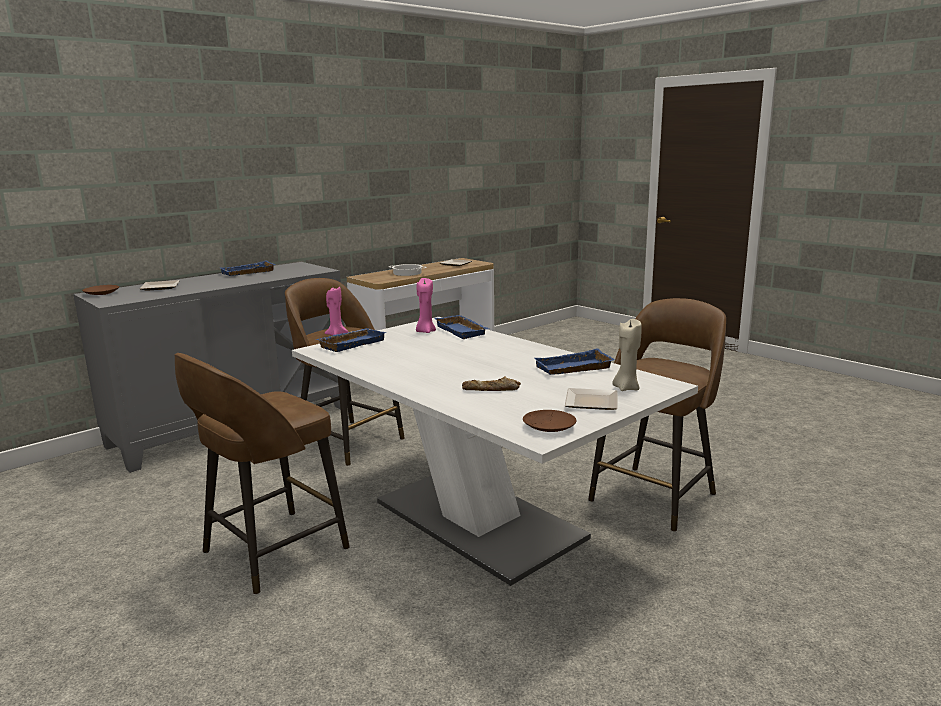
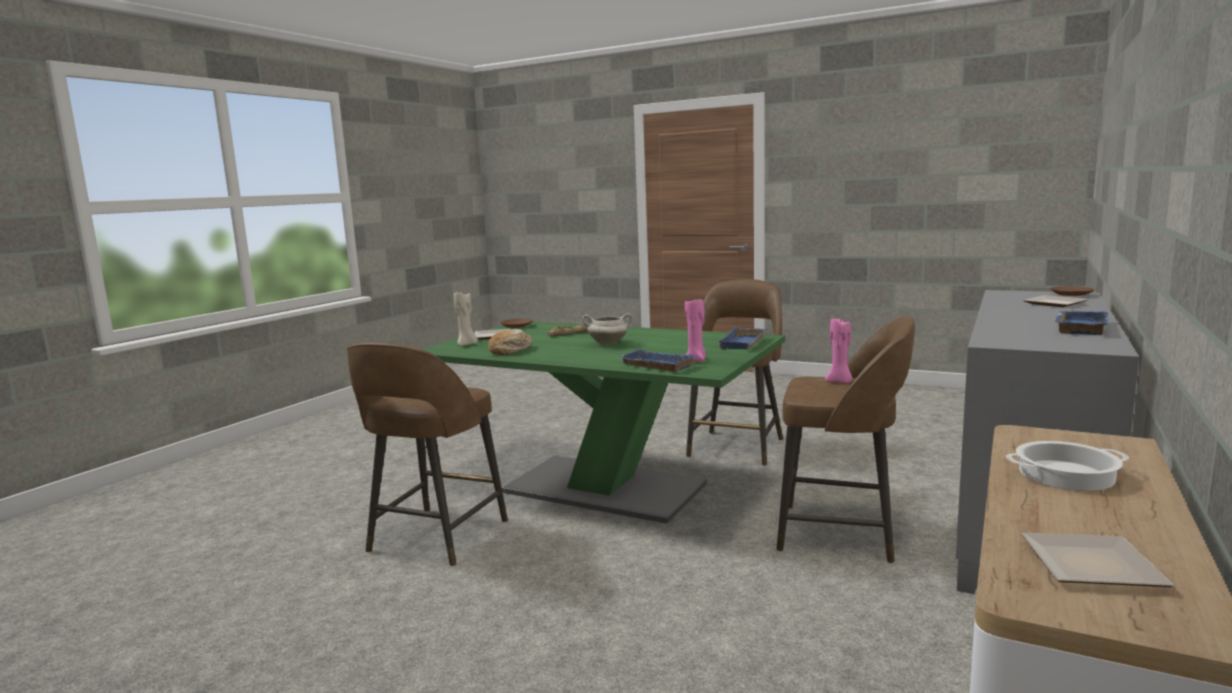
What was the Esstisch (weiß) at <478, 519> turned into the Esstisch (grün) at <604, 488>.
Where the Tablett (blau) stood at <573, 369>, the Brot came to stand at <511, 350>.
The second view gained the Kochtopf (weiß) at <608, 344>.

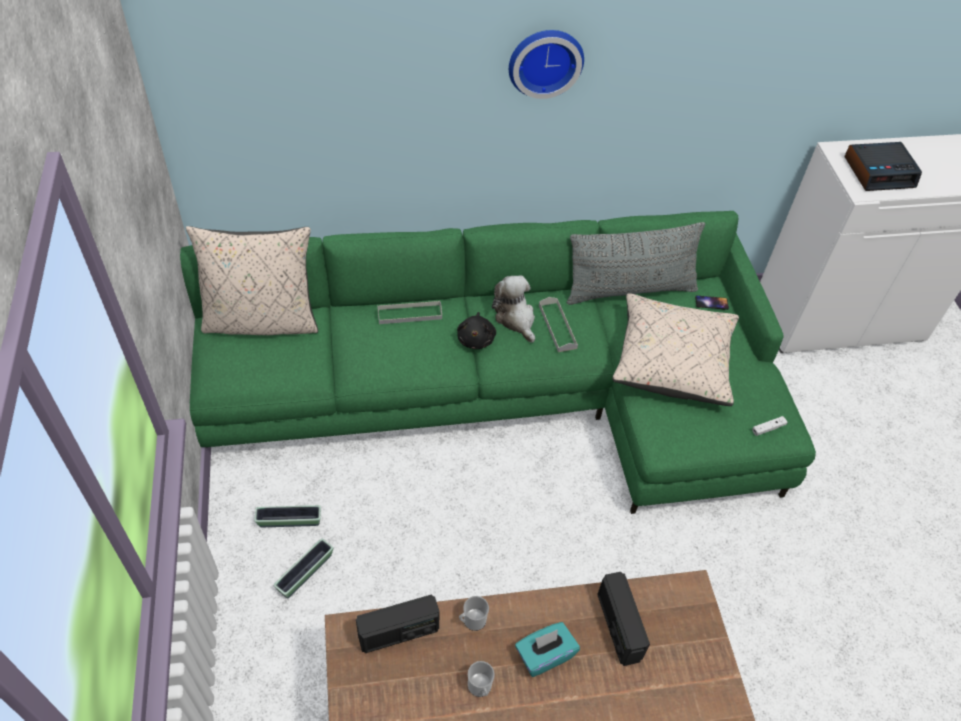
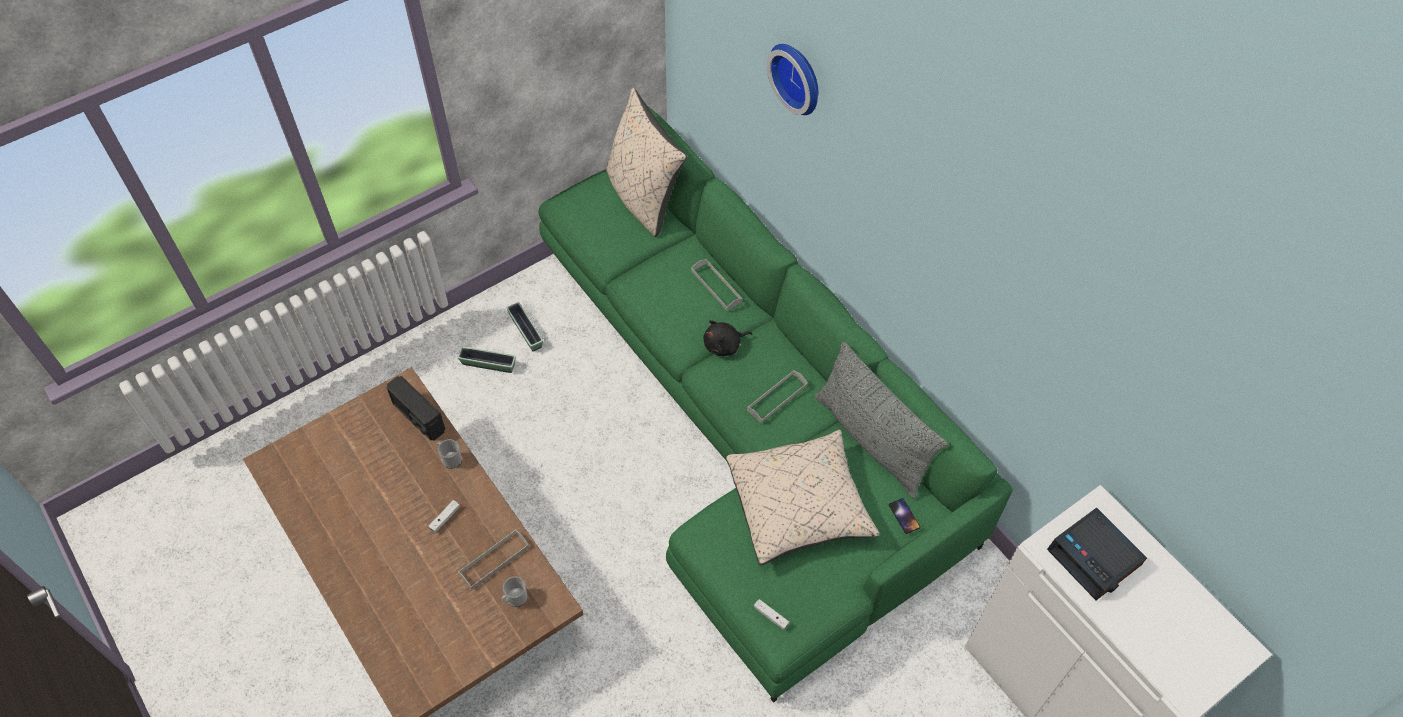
The Henkelbecher ended up elsewhere, having gone from <480, 688> to <515, 599>.
The second view lost the Plüschtier at <515, 318>.
The Wanduhr ended up elsewhere, having gone from <545, 60> to <798, 76>.
Where the Taschentuchbox (türkis) stood at <544, 655>, the Gamepad (weiß) came to stand at <445, 518>.
Where the Radio stood at <618, 627>, the Tablett (grau) came to stand at <494, 560>.

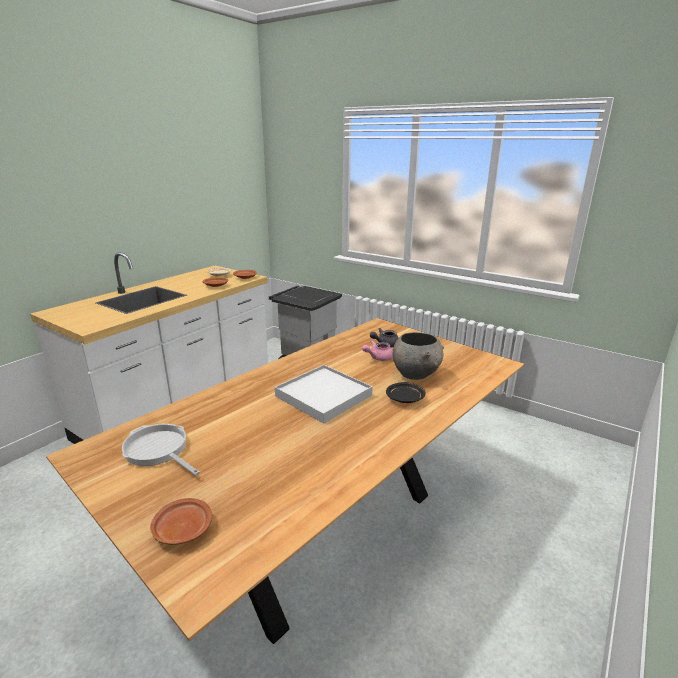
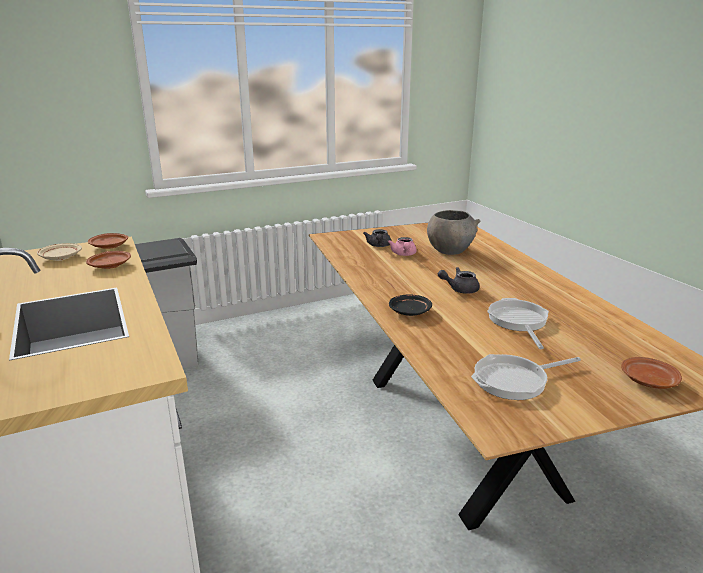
Where the Tablett (weiß) stood at <323, 396>, the Teekanne (grau) came to stand at <459, 289>.
The Teller (schwarz) ended up elsewhere, having gone from <405, 398> to <410, 311>.
The second view gained the Pfanne at <518, 321>.

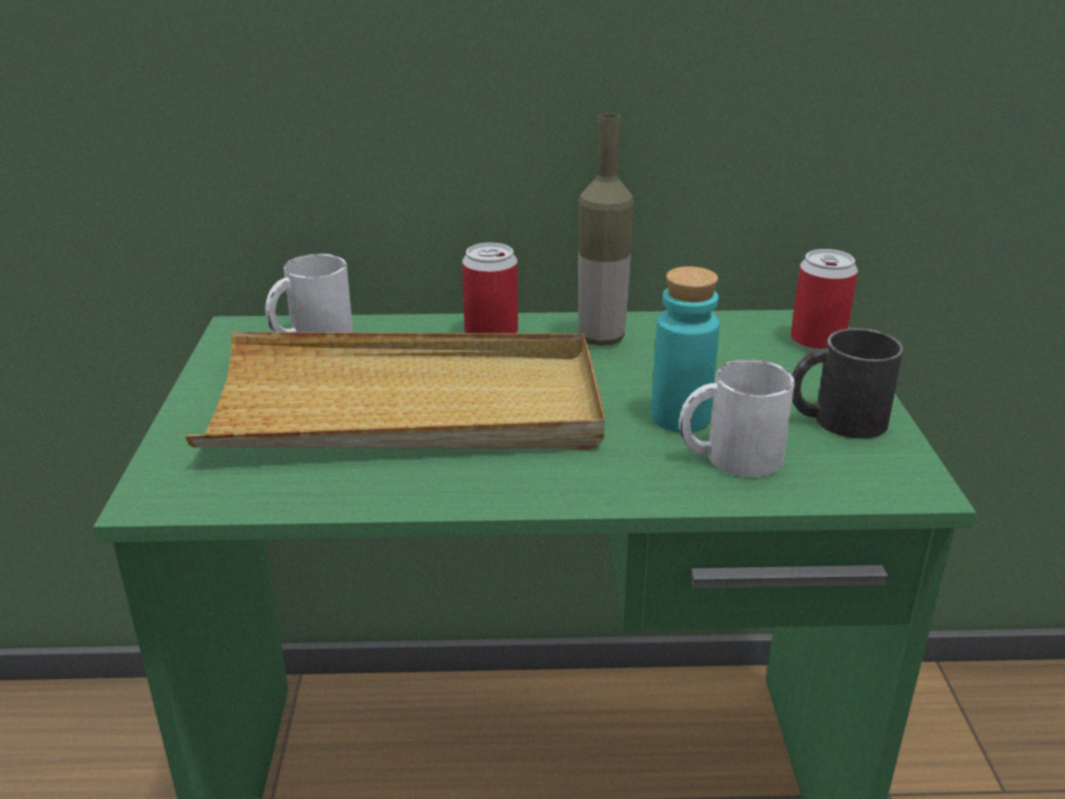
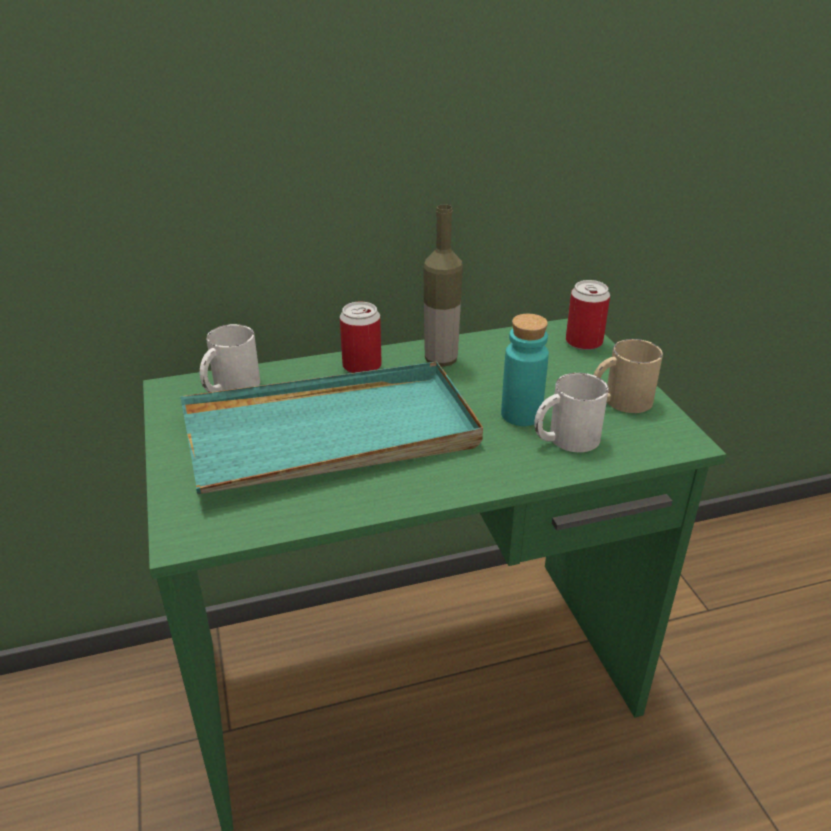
What was the Tablett (beige) at <407, 407> turned into the Tablett (türkis) at <332, 435>.
What was the Henkelbecher (schwarz) at <835, 420> turned into the Henkelbecher (beige) at <619, 401>.

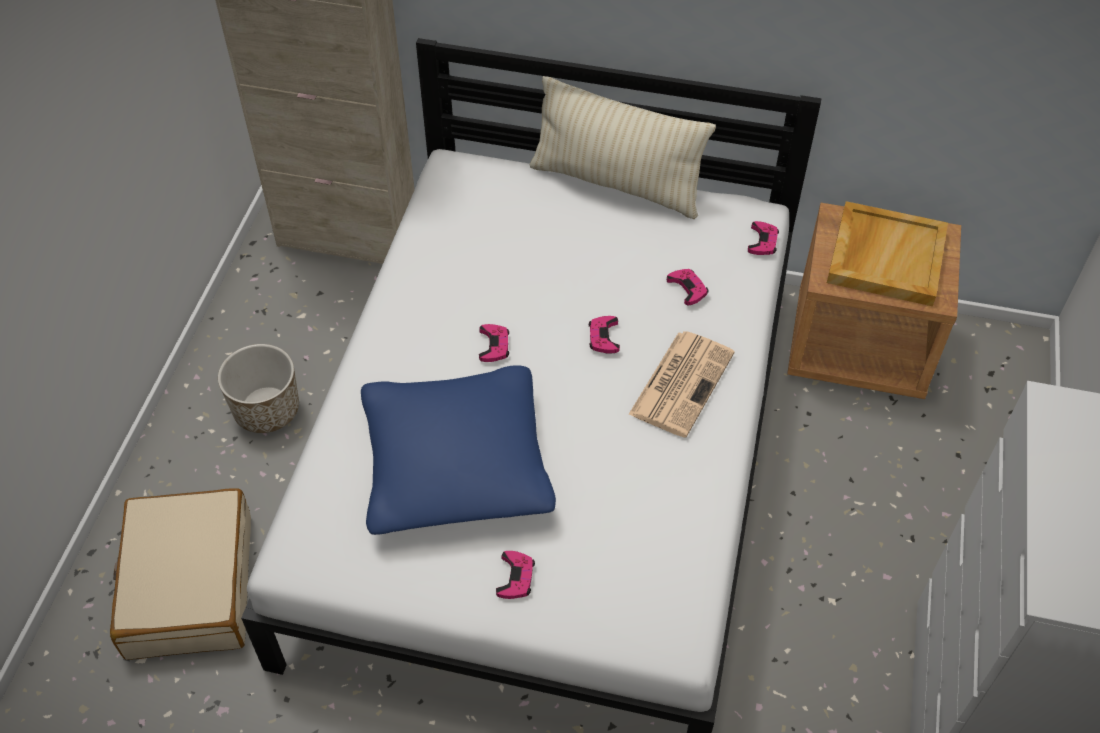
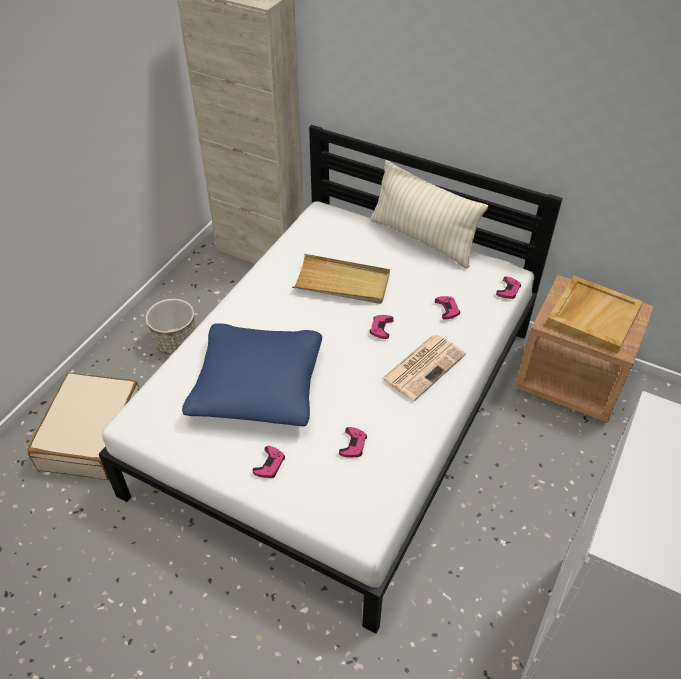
The Gamepad (rosa) ended up elsewhere, having gone from <494, 345> to <353, 445>.
The second view gained the Tablett (beige) at <342, 282>.

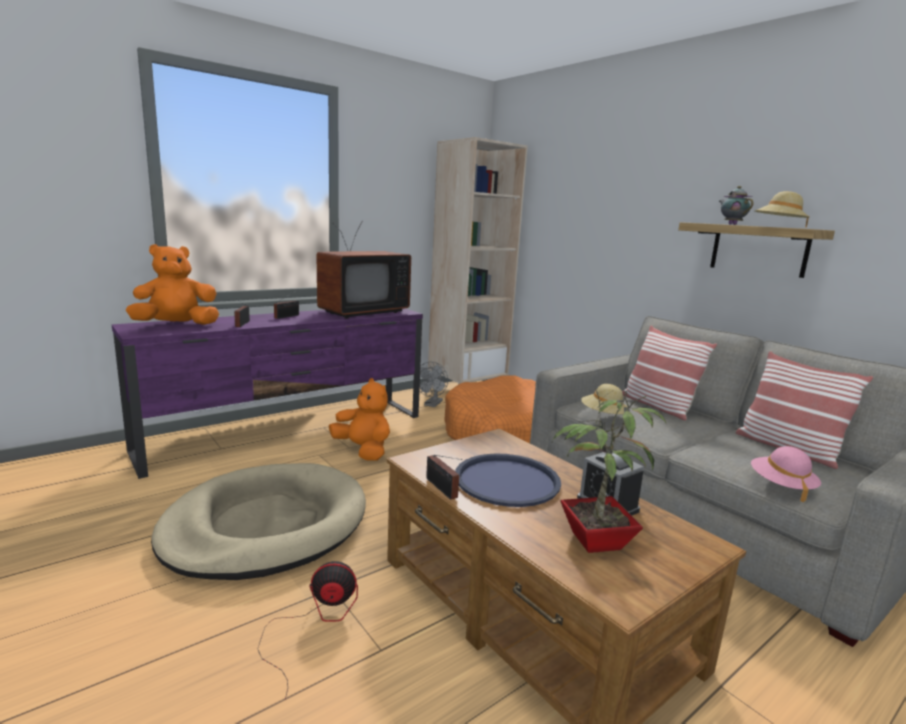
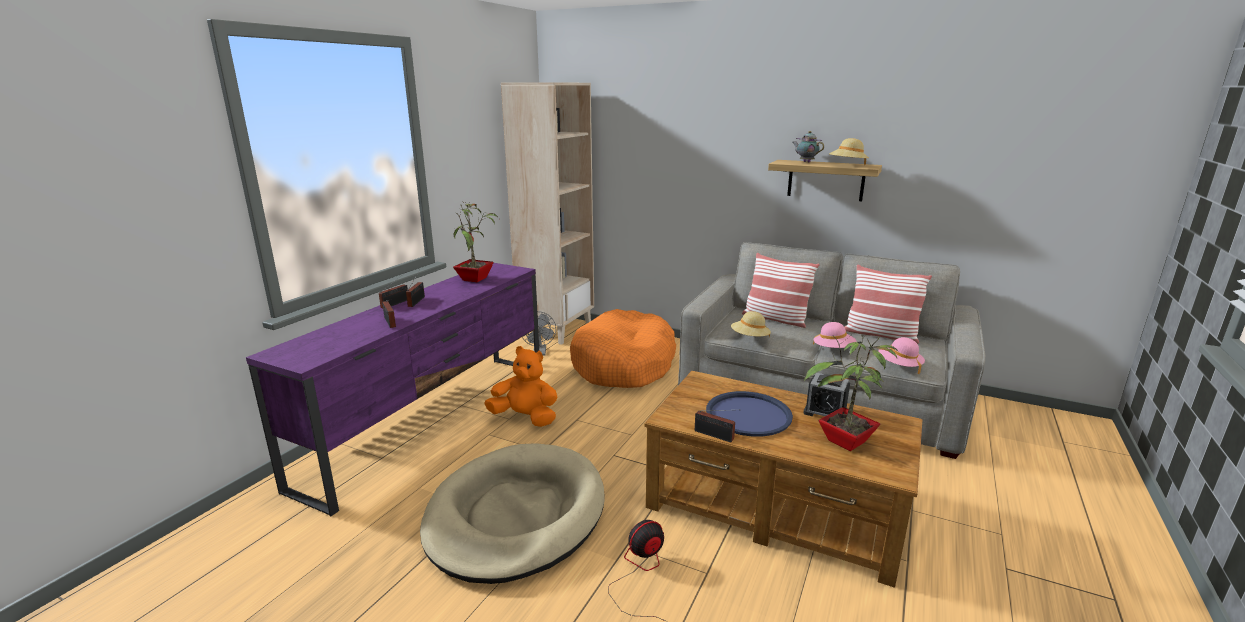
The second view lost the Plüschtier (orange) at <176, 325>.
Where the Fernseher stood at <359, 312>, the Topfpflanze came to stand at <476, 279>.
The second view gained the Radio at <396, 303>.
The second view gained the Hut (rosa) at <833, 349>.

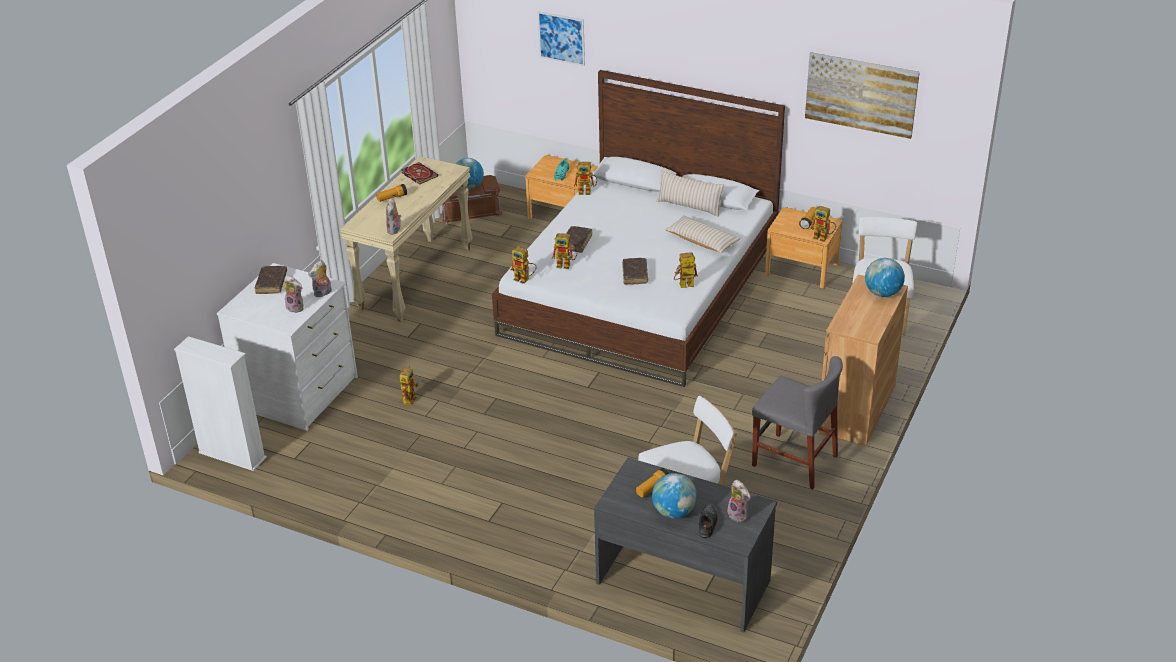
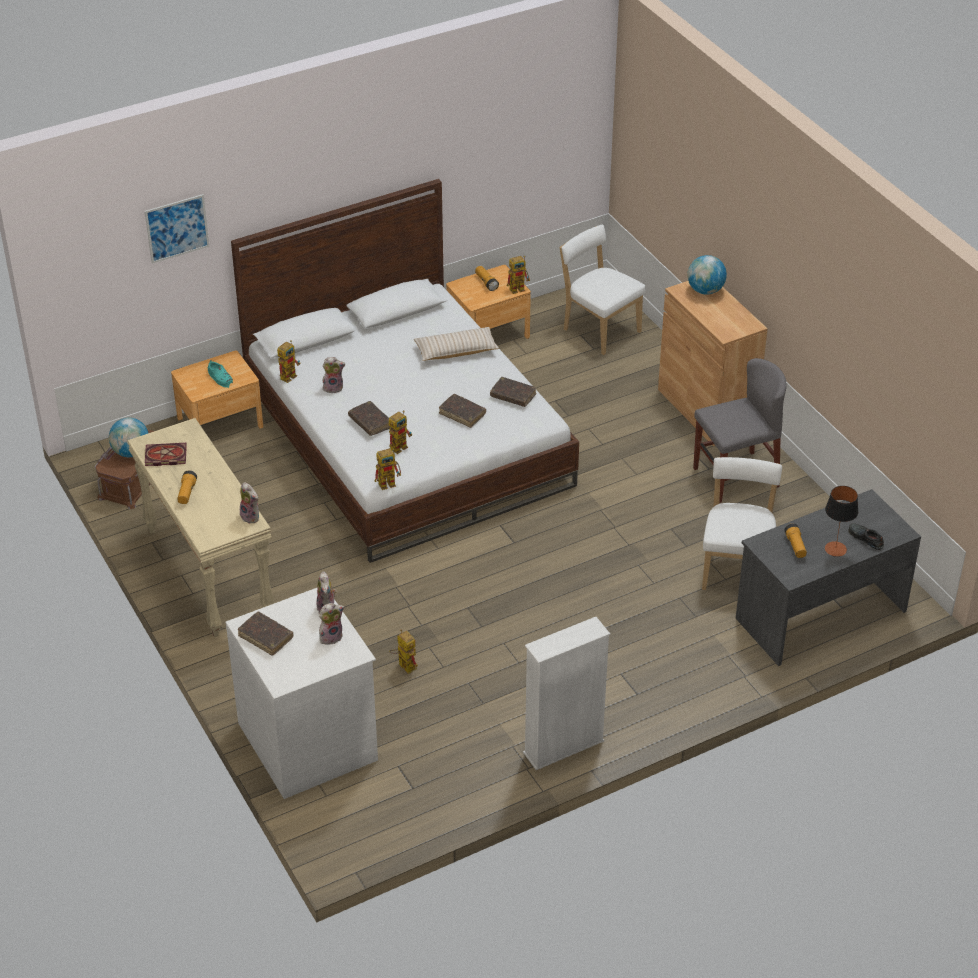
The Bücherregal (weiß) ended up elsewhere, having gone from <232, 455> to <563, 747>.
Where the Globus stood at <674, 512>, the Tischlampe came to stand at <835, 549>.
The second view lost the Kissen (beige) at <689, 206>.
Where the Spielzeugroboter stood at <683, 286>, the Buch (braun) came to stand at <513, 396>.
The Plüschtier ended up elsewhere, having gone from <739, 515> to <333, 387>.
The second view lost the Bild at <861, 94>.

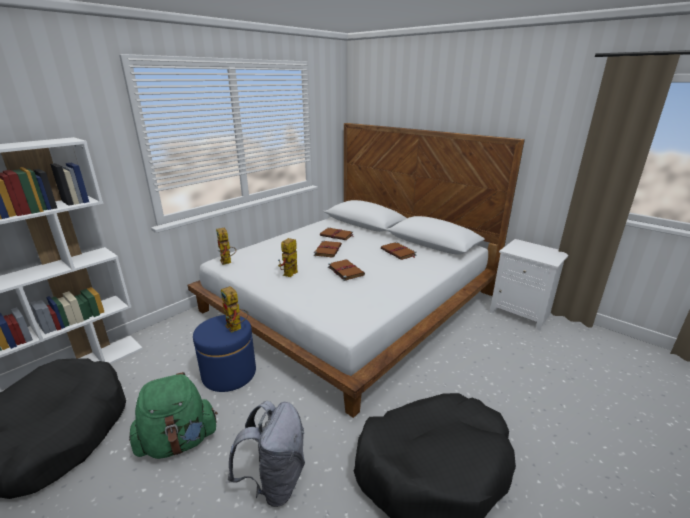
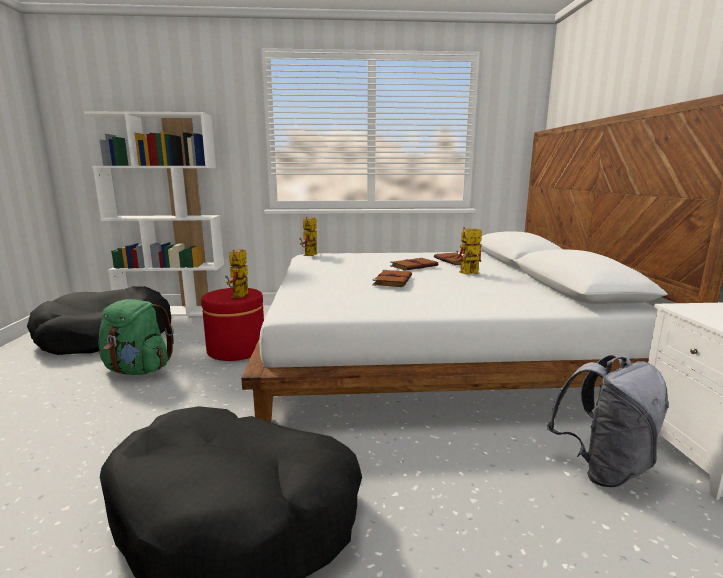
What was the Polsterhocker (blau) at <229, 373> turned into the Polsterhocker (rot) at <236, 350>.
The Rucksack (grau) ended up elsewhere, having gone from <275, 481> to <603, 468>.
The Spielzeugroboter ended up elsewhere, having gone from <289, 275> to <466, 273>.
The second view lost the Buch (braun) at <398, 252>.

